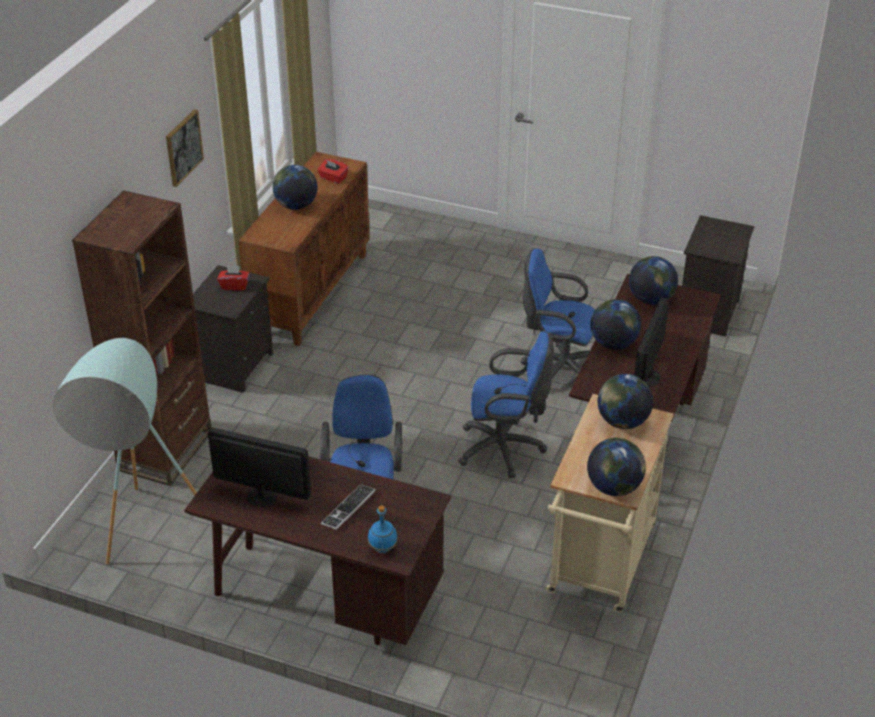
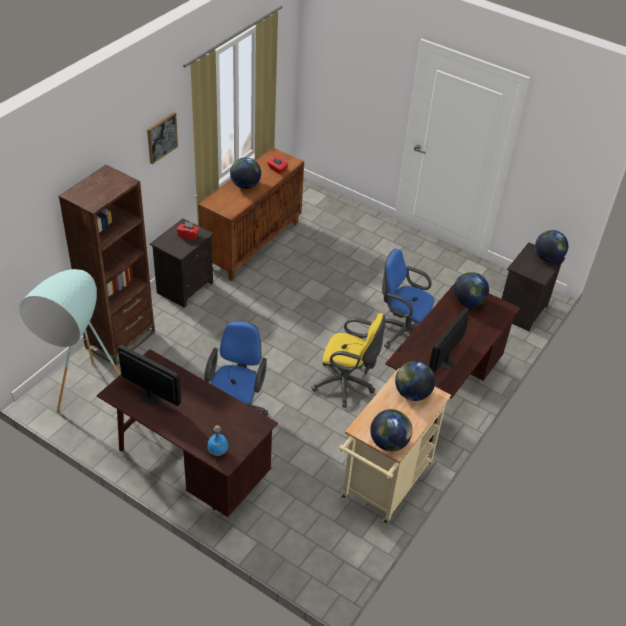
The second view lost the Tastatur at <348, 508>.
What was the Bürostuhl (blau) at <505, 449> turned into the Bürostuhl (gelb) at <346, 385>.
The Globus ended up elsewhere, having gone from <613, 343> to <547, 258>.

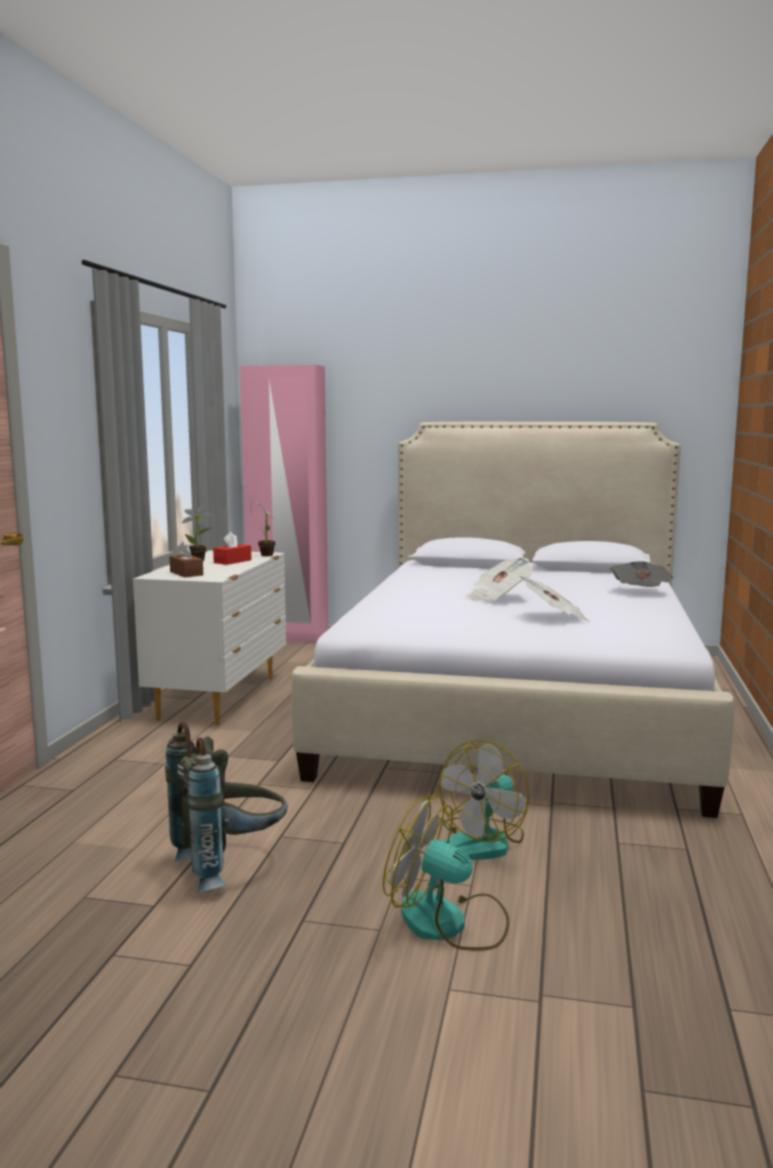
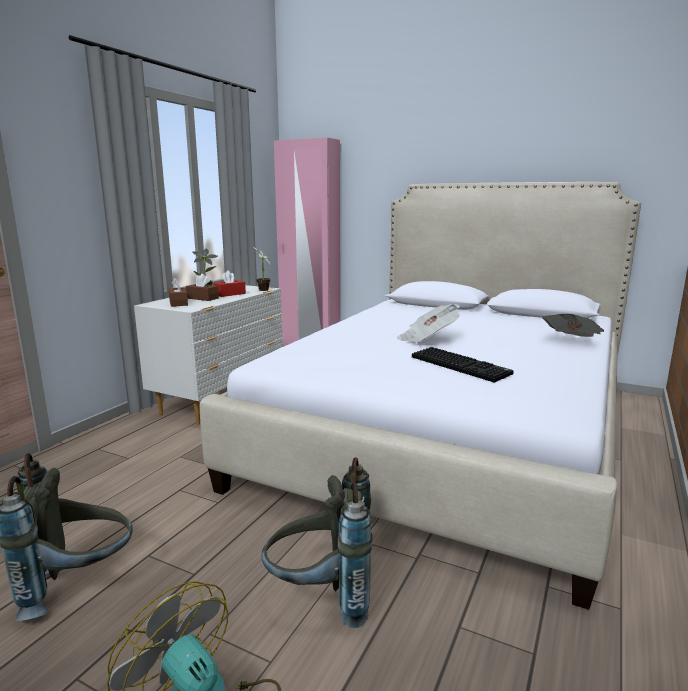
Where the Ventilator stood at <483, 841>, the Rucksack (grau) came to stand at <321, 598>.
Where the Zeitung stood at <554, 617>, the Tastatur came to stand at <461, 365>.
The second view gained the Taschentuchbox (braun) at <202, 298>.

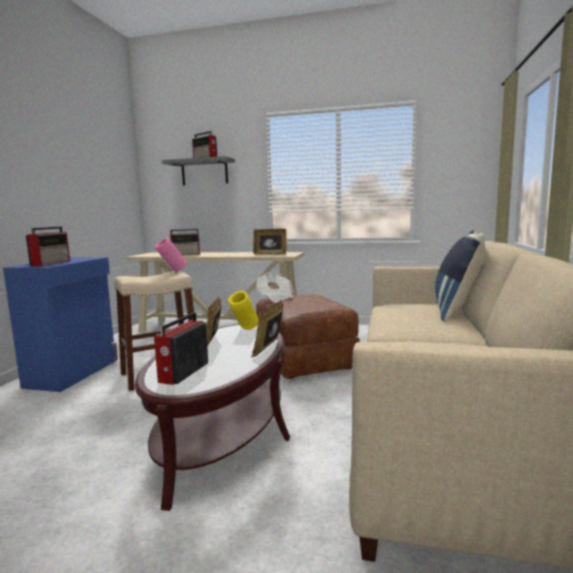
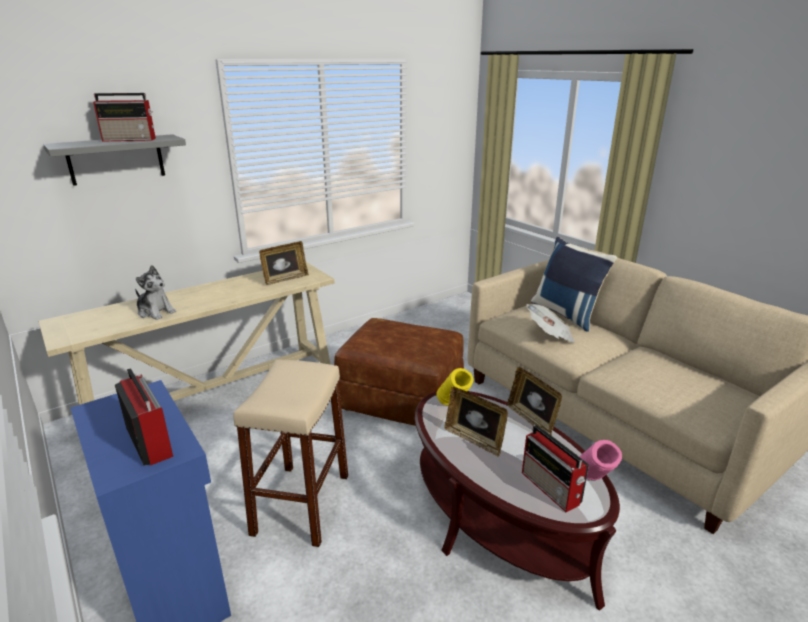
The Vase (rosa) ended up elsewhere, having gone from <172, 272> to <593, 483>.
Where the Radio stood at <186, 254>, the Plüschtier came to stand at <156, 312>.
The Zeitung ended up elsewhere, having gone from <275, 298> to <549, 335>.

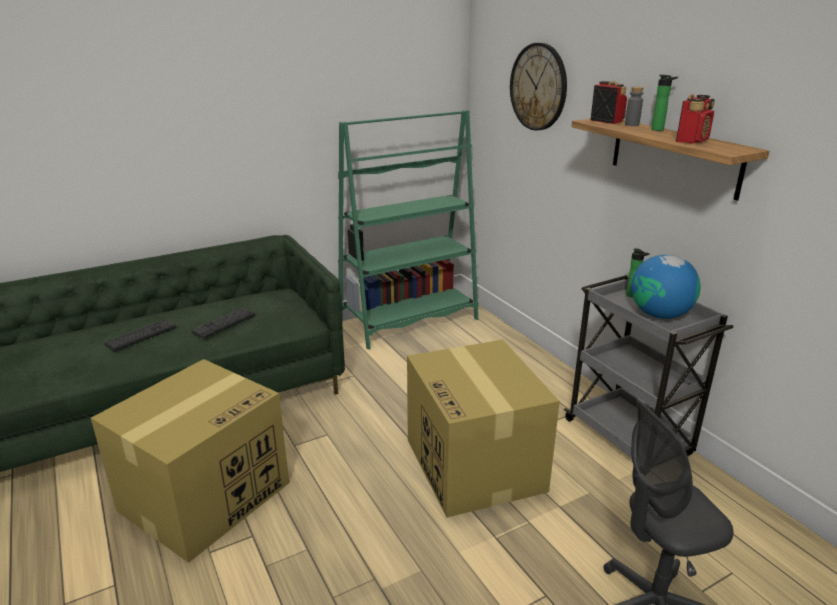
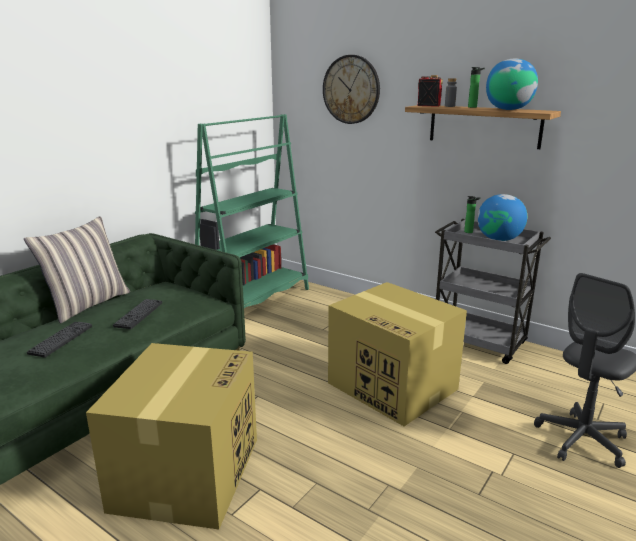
Where the Radio stood at <692, 141>, the Globus came to stand at <508, 109>.
The second view gained the Kissen at <87, 304>.

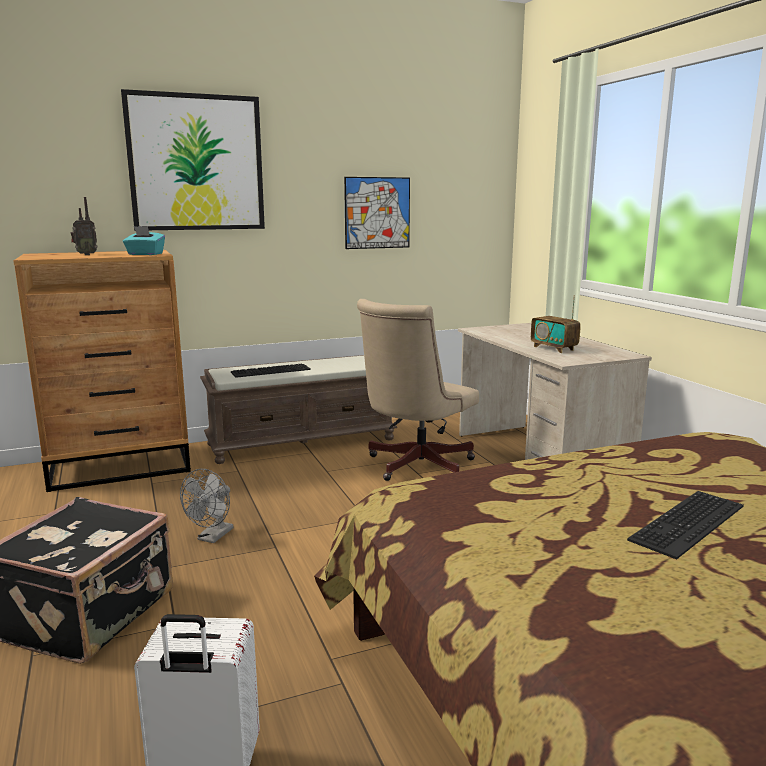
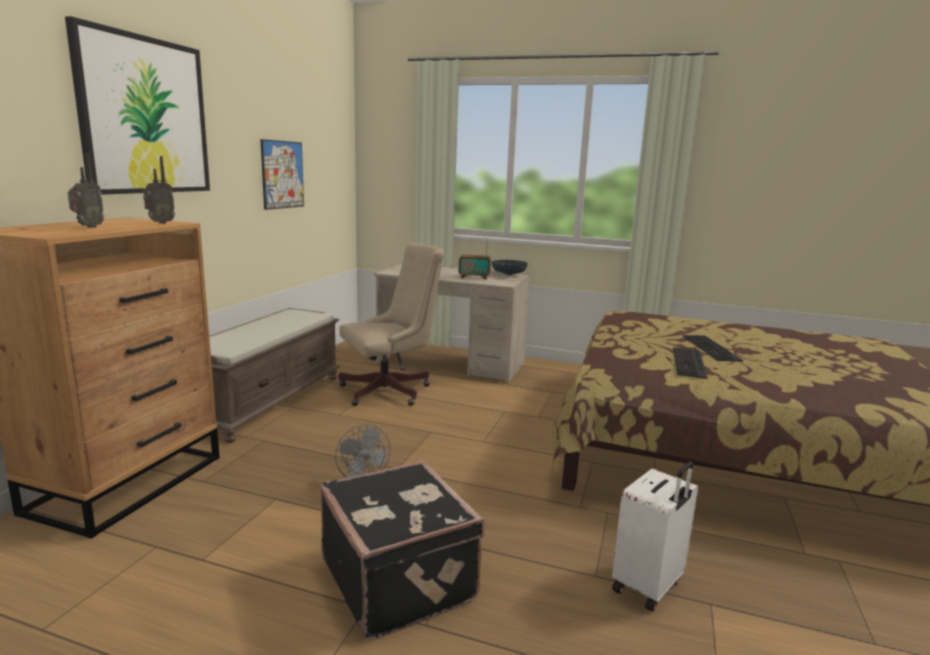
Where the Taschentuchbox (türkis) stood at <145, 254>, the Radio came to stand at <160, 223>.
The Tastatur ended up elsewhere, having gone from <270, 371> to <690, 362>.
The Bürostuhl (beige) at <415, 466> ended up facing another way, 105 degrees counterclockwise from before.
The second view gained the Schüssel at <508, 275>.

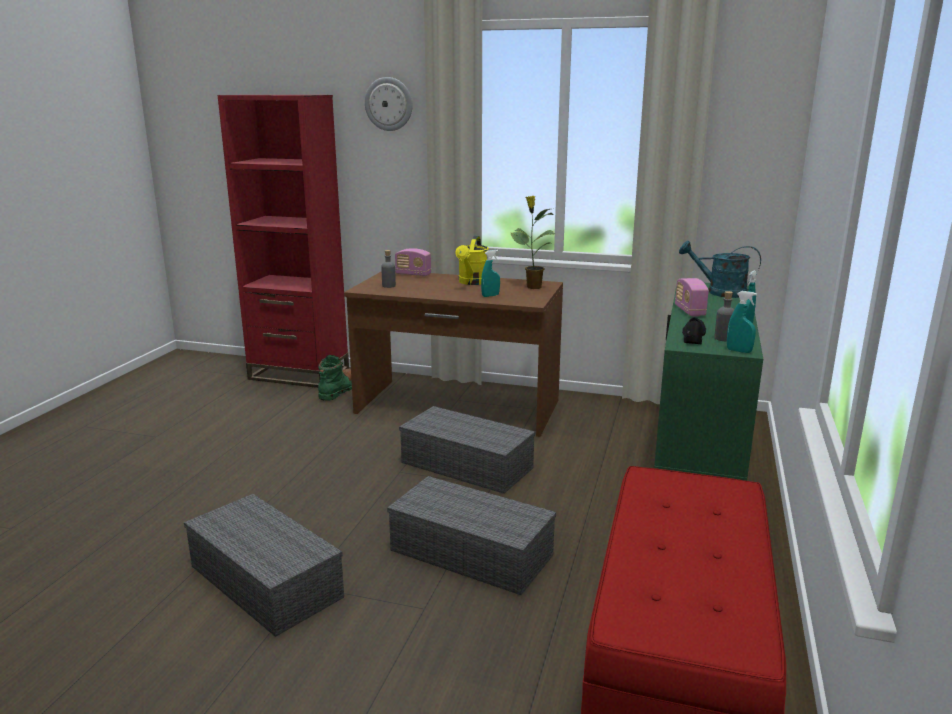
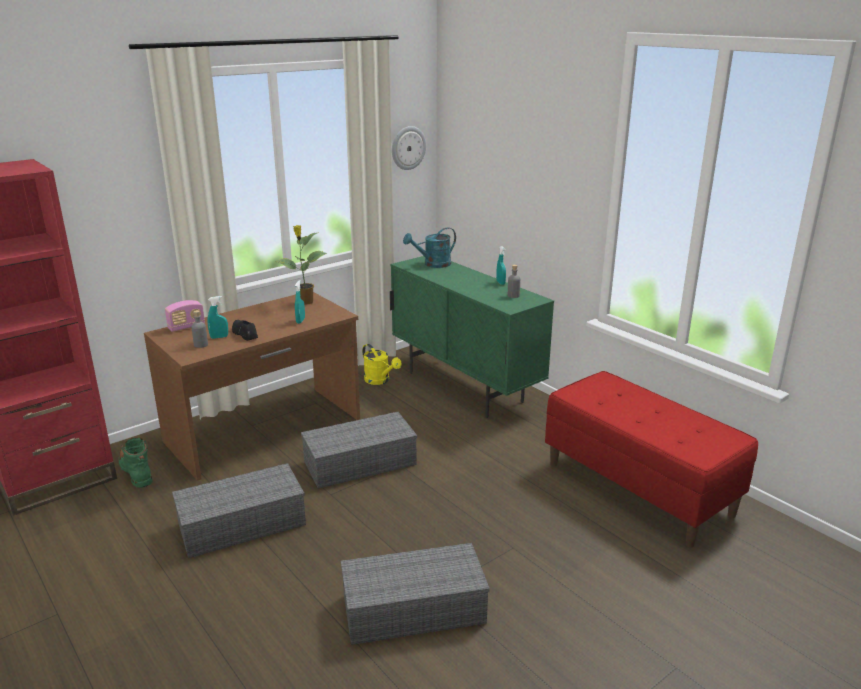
The Wanduhr ended up elsewhere, having gone from <389, 104> to <408, 148>.
The Aufbewahrungsbox (grau) ended up elsewhere, having gone from <474, 552> to <243, 523>.
The Gießkanne (gelb) ended up elsewhere, having gone from <472, 282> to <380, 380>.
The second view lost the Radio at <689, 311>.
The Schuh (schwarz) ended up elsewhere, having gone from <693, 336> to <244, 333>.
The Sprühflasche (türkis) ended up elsewhere, having gone from <739, 351> to <219, 337>.

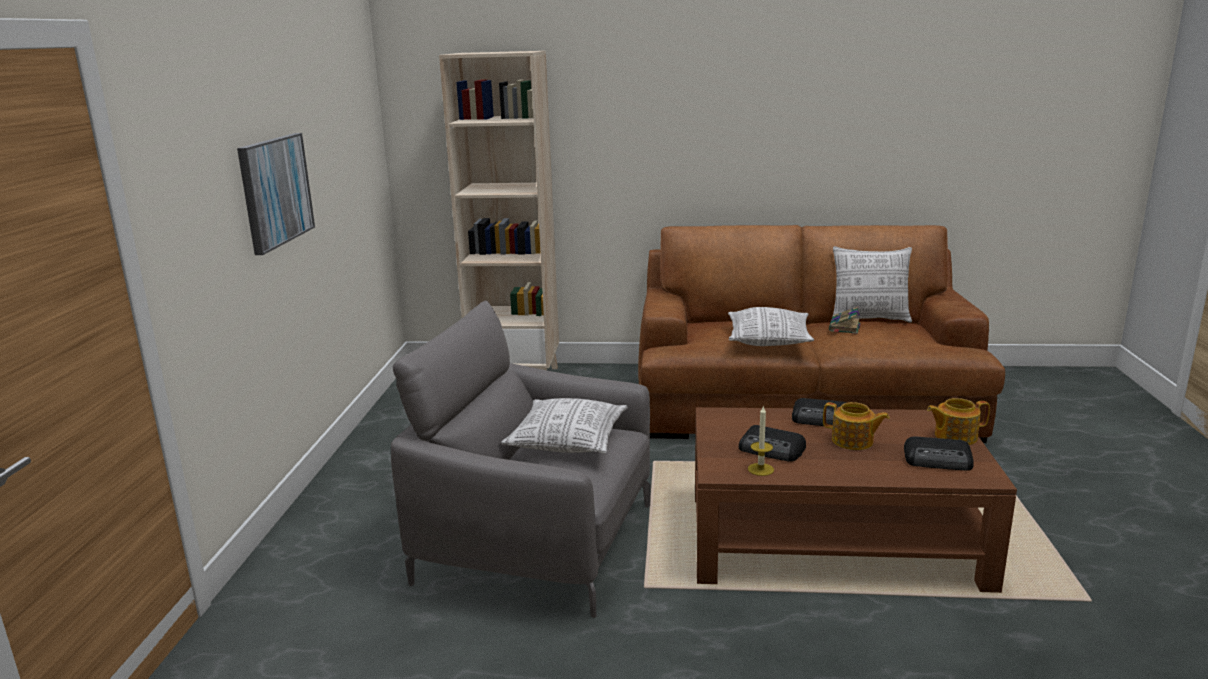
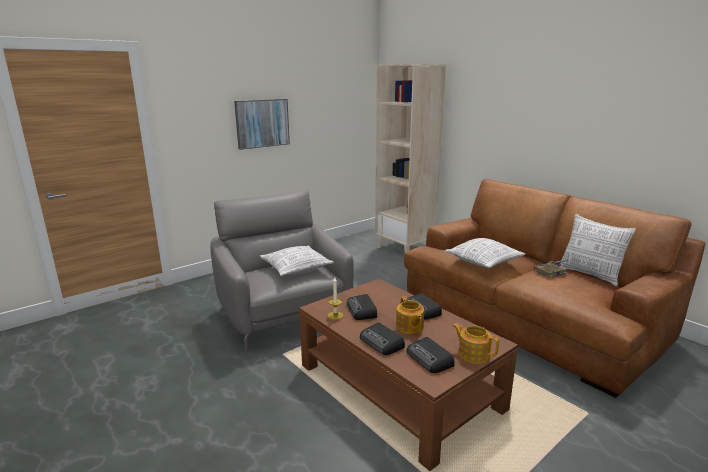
The second view gained the Radio at <382, 343>.

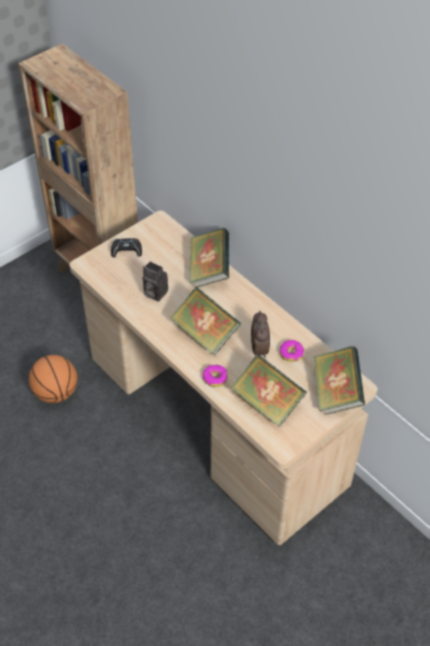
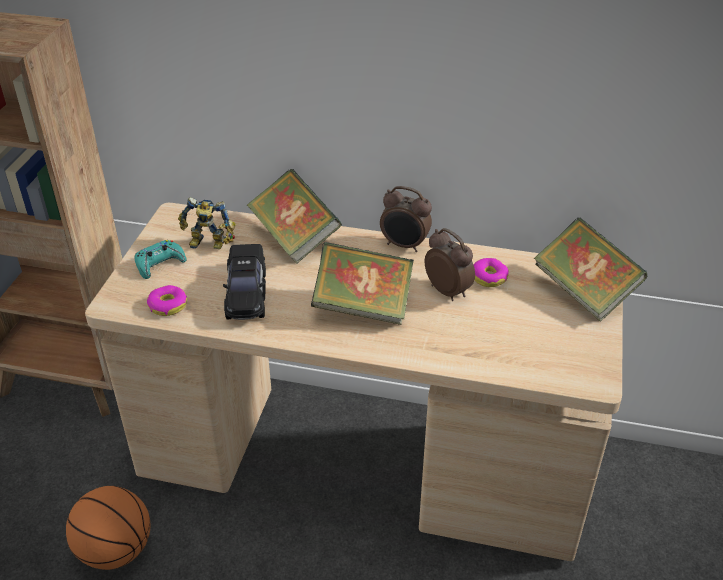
What was the Gamepad (schwarz) at <126, 251> turned into the Gamepad (türkis) at <159, 264>.
Where the Kamera stood at <154, 293>, the Spielzeugauto (schwarz) came to stand at <246, 293>.
The Donut ended up elsewhere, having gone from <215, 378> to <168, 305>.
The second view lost the Buch at <267, 402>.
The second view gained the Spielzeugroboter at <208, 245>.
The second view gained the Wecker at <404, 245>.

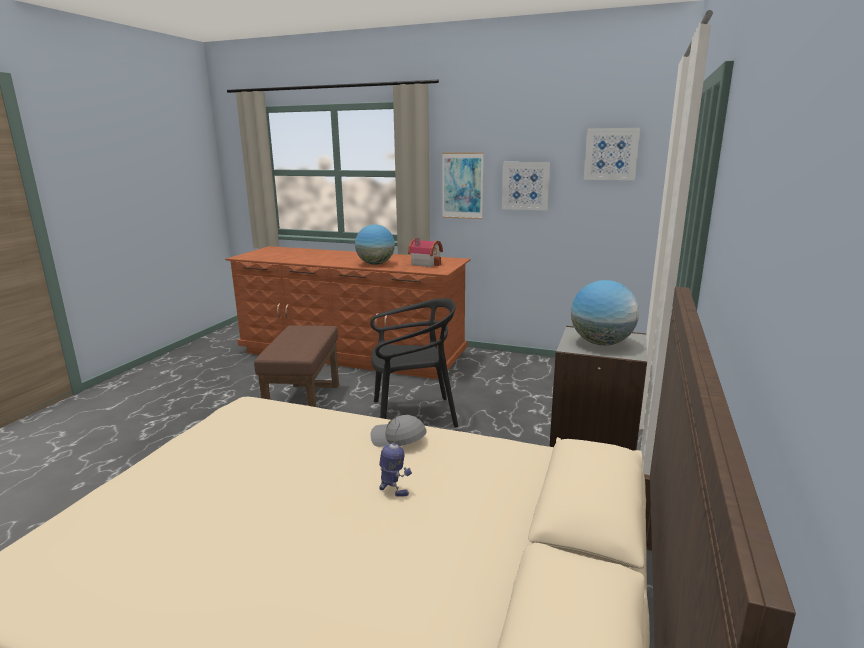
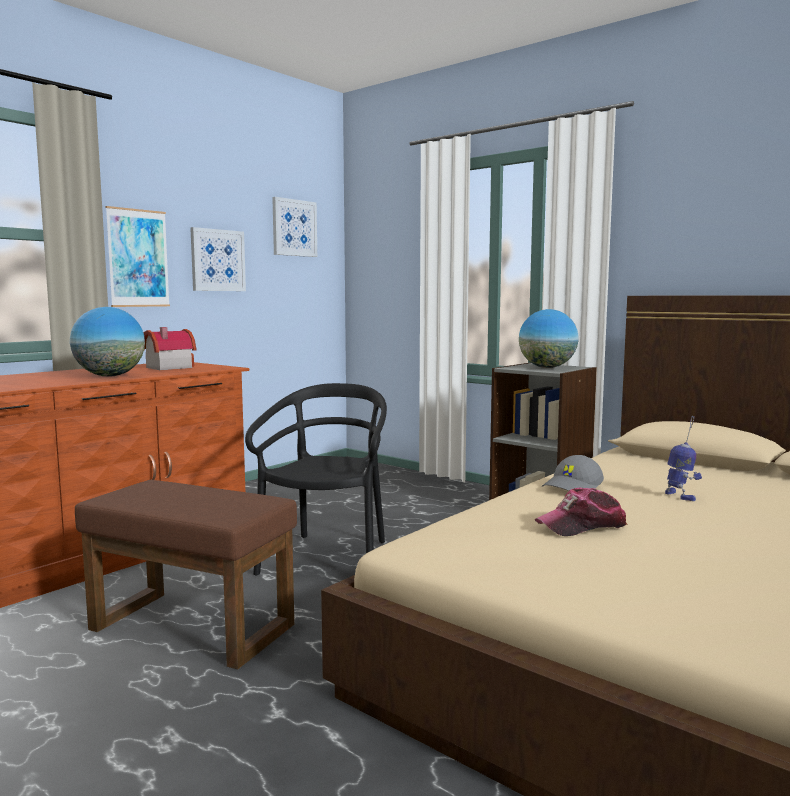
The Spielzeugroboter at <394, 490> ended up facing another way, 105 degrees clockwise from before.
The second view gained the Kappe at <582, 526>.

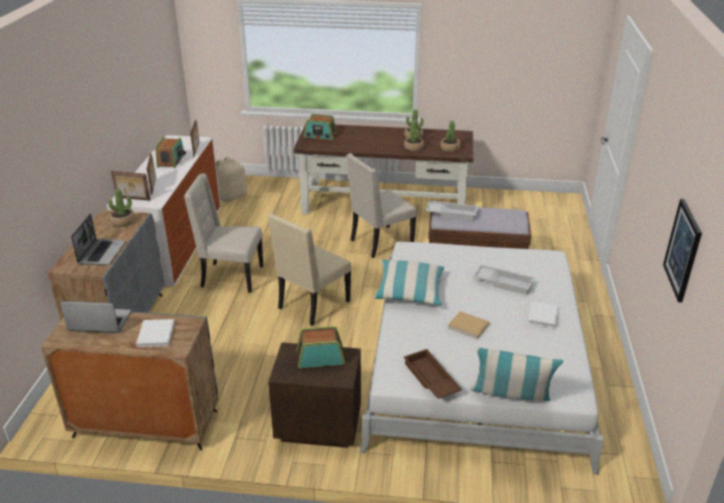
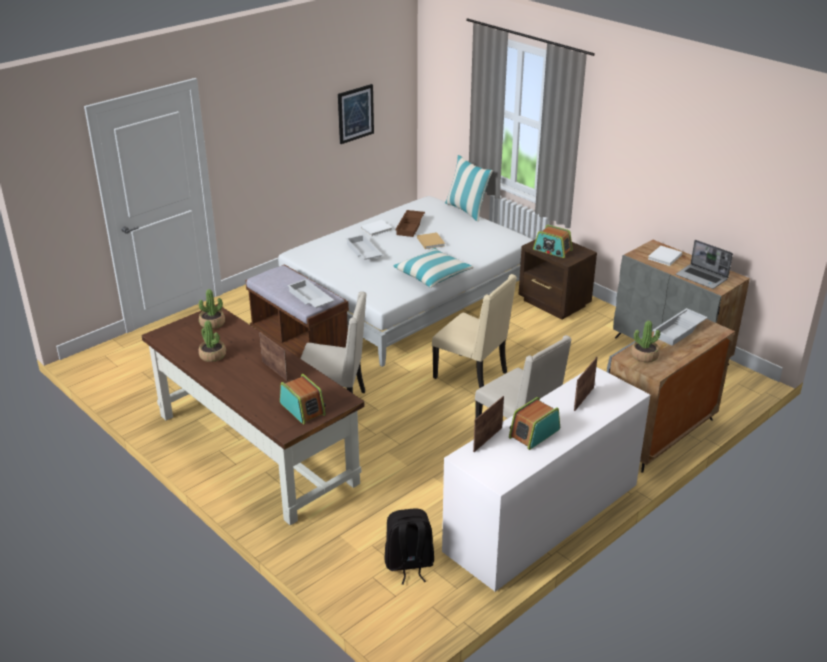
Where the Laptop stood at <101, 253>, the Tablett (weiß) came to stand at <679, 331>.
The Bilderrahmen ended up elsewhere, having gone from <133, 199> to <275, 370>.
What was the Rucksack (beige) at <232, 197> turned into the Rucksack (schwarz) at <409, 565>.
The Stuhl (beige) at <312, 305> ended up facing another way, 45 degrees clockwise from before.
The second view lost the Topfpflanze at <413, 148>.
The Tablett (braun) ended up elsewhere, having gone from <430, 379> to <410, 226>.

